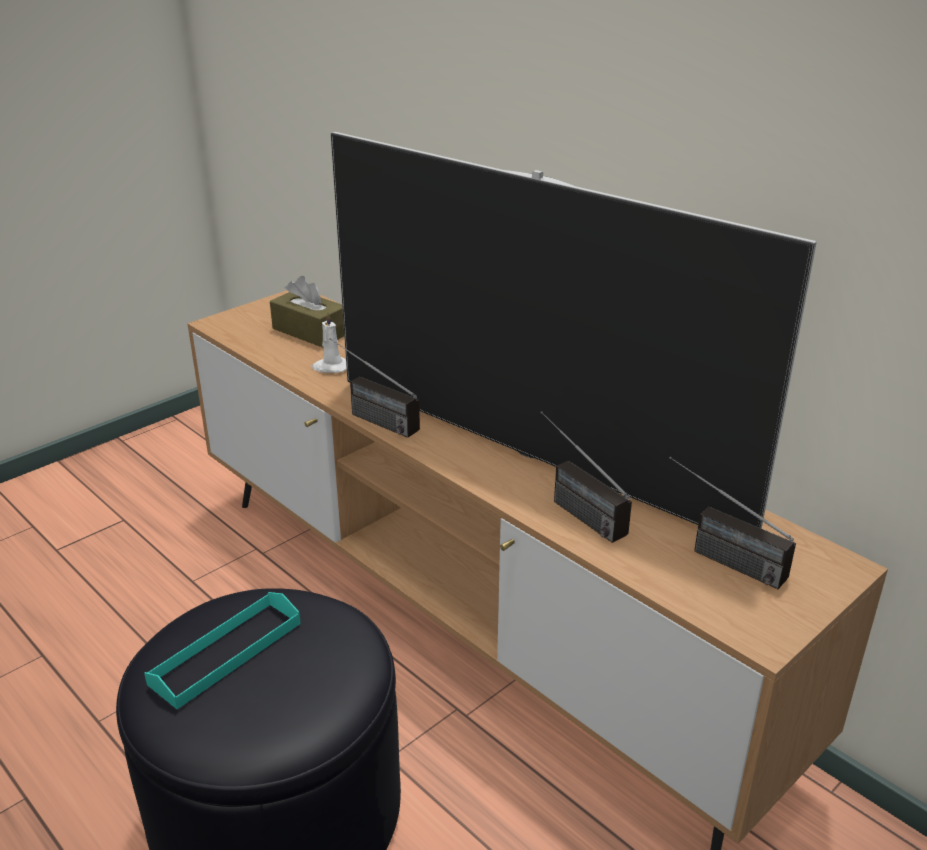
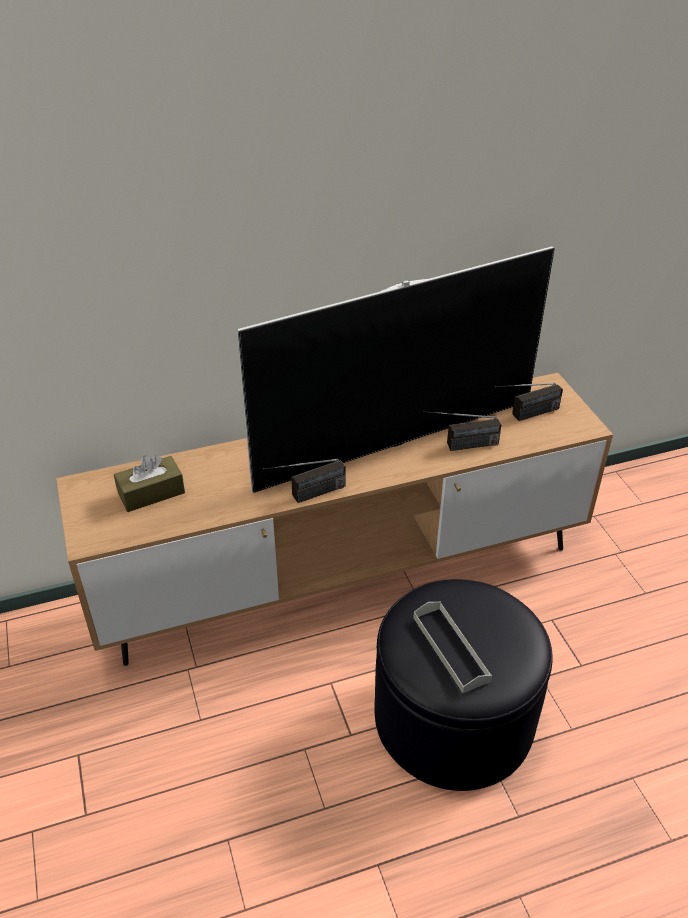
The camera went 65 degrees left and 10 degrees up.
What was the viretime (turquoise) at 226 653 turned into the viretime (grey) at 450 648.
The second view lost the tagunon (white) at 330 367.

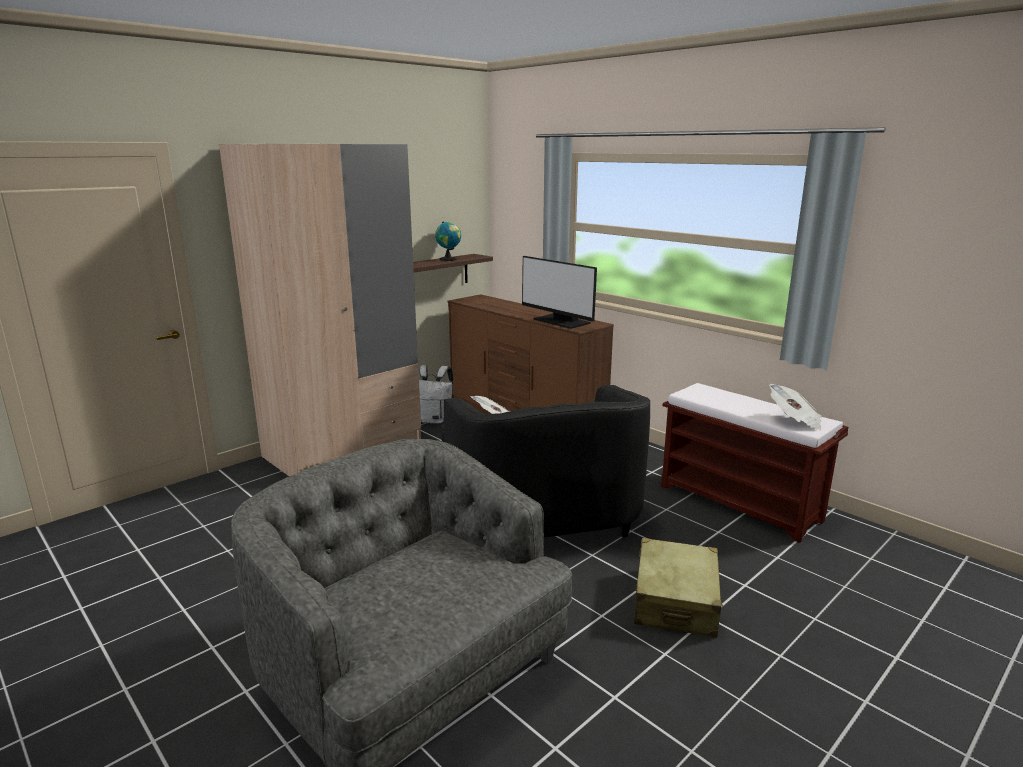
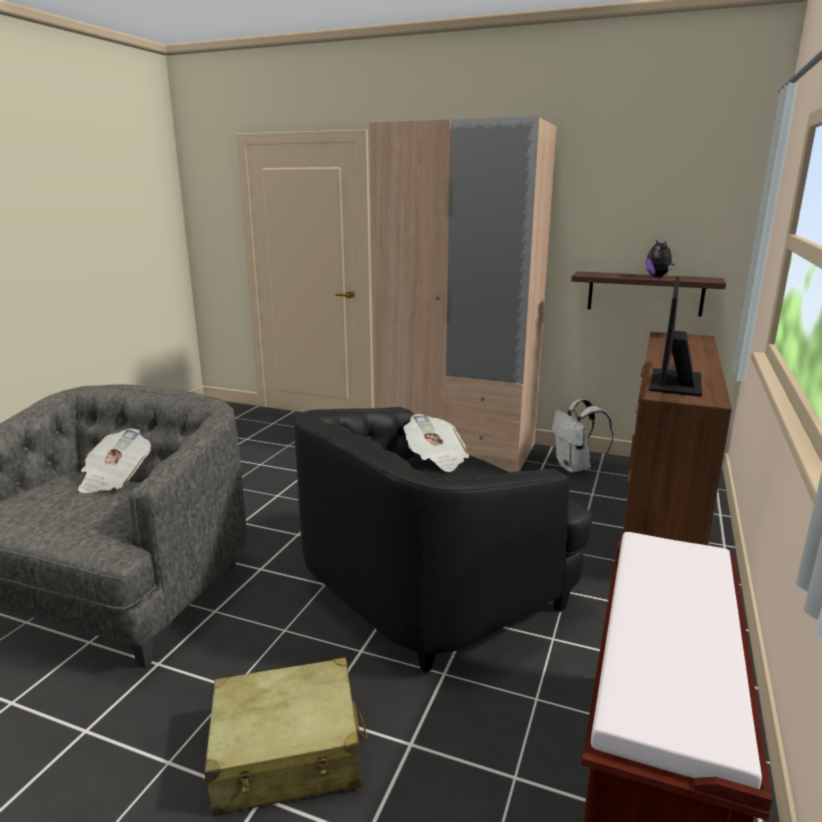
The camera went 65 degrees right and 0 degrees up.
Where the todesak stood at 449 259, the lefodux came to stand at 658 277.
The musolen ended up elsewhere, having gone from 794 421 to 115 479.

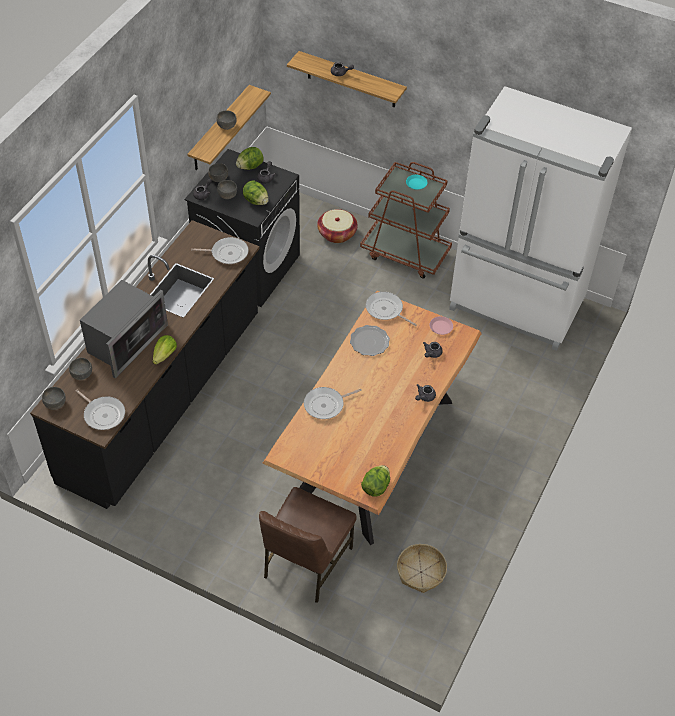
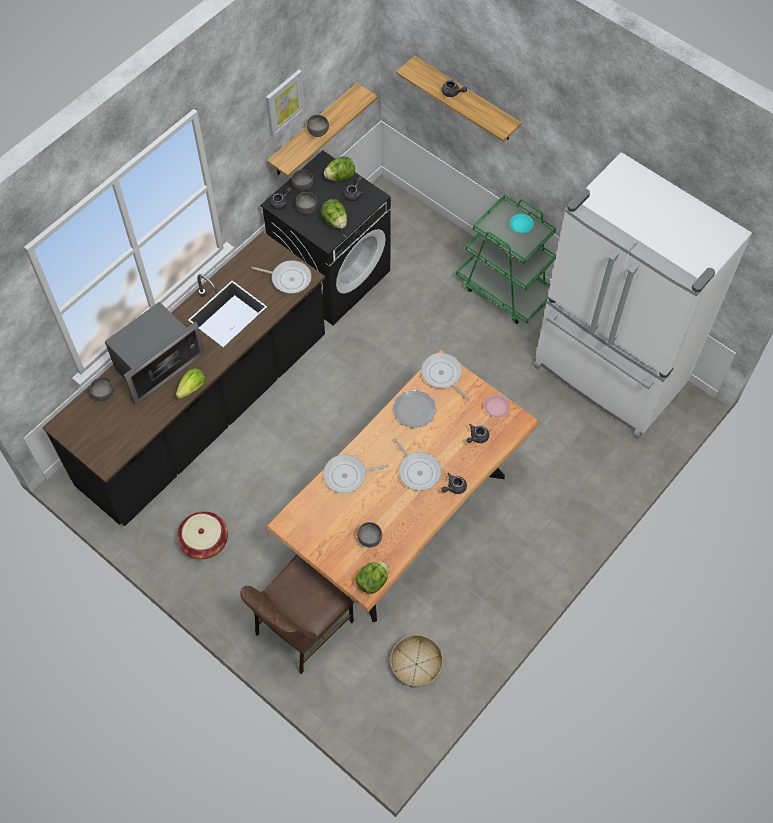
The camera went 15 degrees right and 10 degrees up.
The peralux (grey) ended up elsewhere, having gone from 55 403 to 369 538.
The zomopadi ended up elsewhere, having gone from 103 414 to 418 470.
The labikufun ended up elsewhere, having gone from 337 234 to 204 541.
What was the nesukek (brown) at 405 253 turned into the nesukek (green) at 505 289.
The second view gained the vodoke at 284 102.

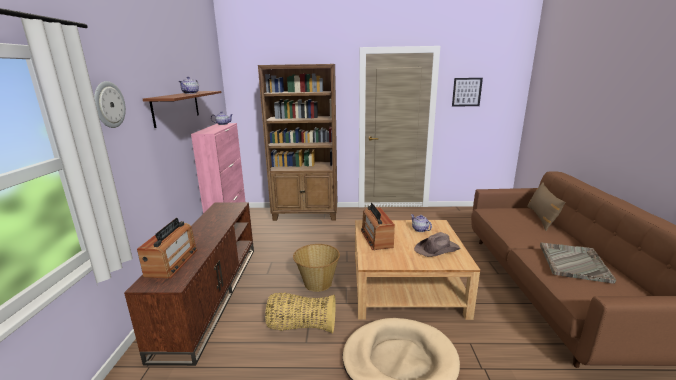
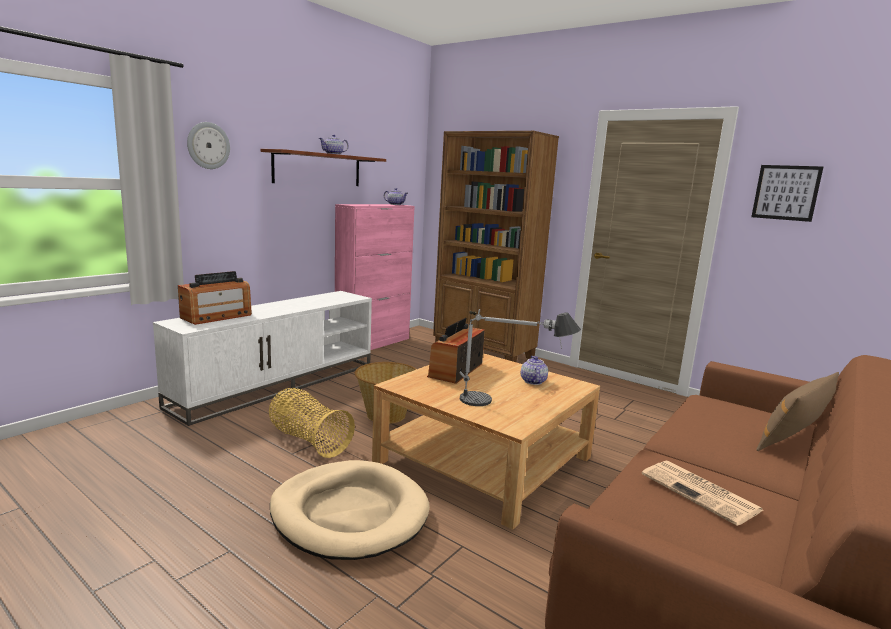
The camera went 35 degrees right and 5 degrees down.
What was the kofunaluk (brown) at 211 294 turned into the kofunaluk (white) at 278 384.
Where the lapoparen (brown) stood at 437 249, the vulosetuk came to stand at 509 404.
Where the viretime (grey) stood at 573 262, the musolen came to stand at 701 493.

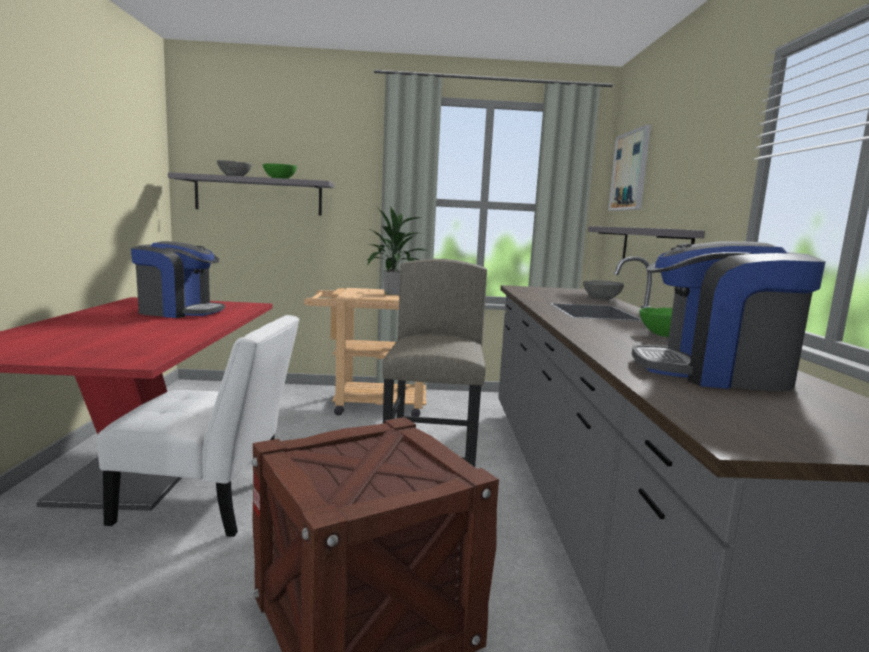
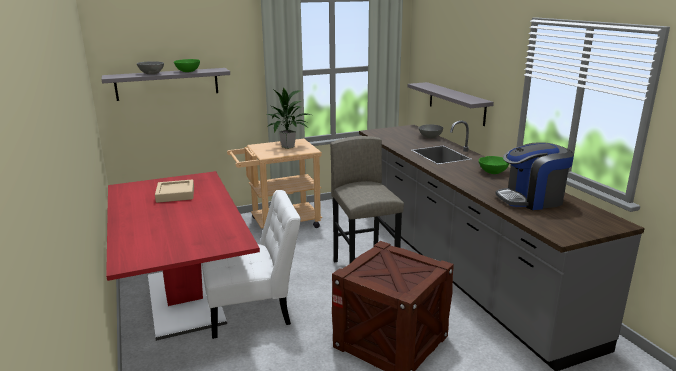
The camera went 20 degrees left and 10 degrees up.
Where the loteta stood at 179 312, the viretime (beige) came to stand at 175 194.
The second view lost the vodoke at 630 171.

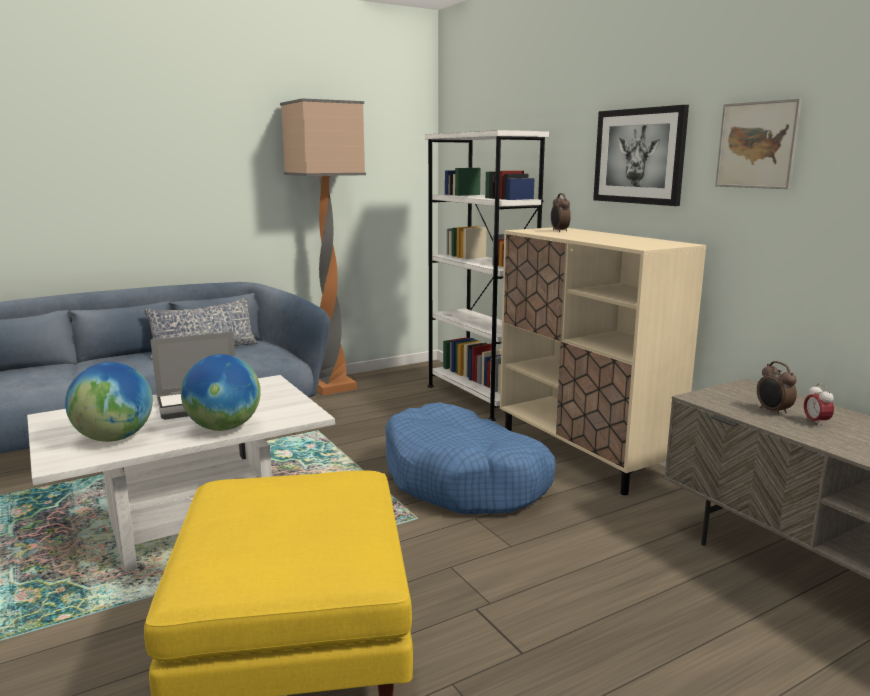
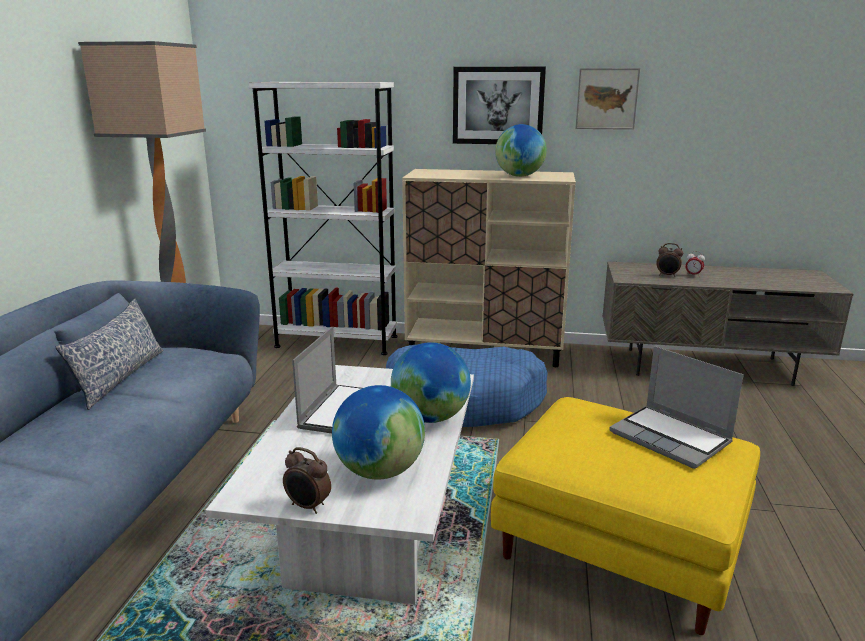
The camera went 50 degrees left and 5 degrees up.
The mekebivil ended up elsewhere, having gone from 559 231 to 308 506.
The second view gained the todesak at 520 176.
The second view gained the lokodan at 672 438.

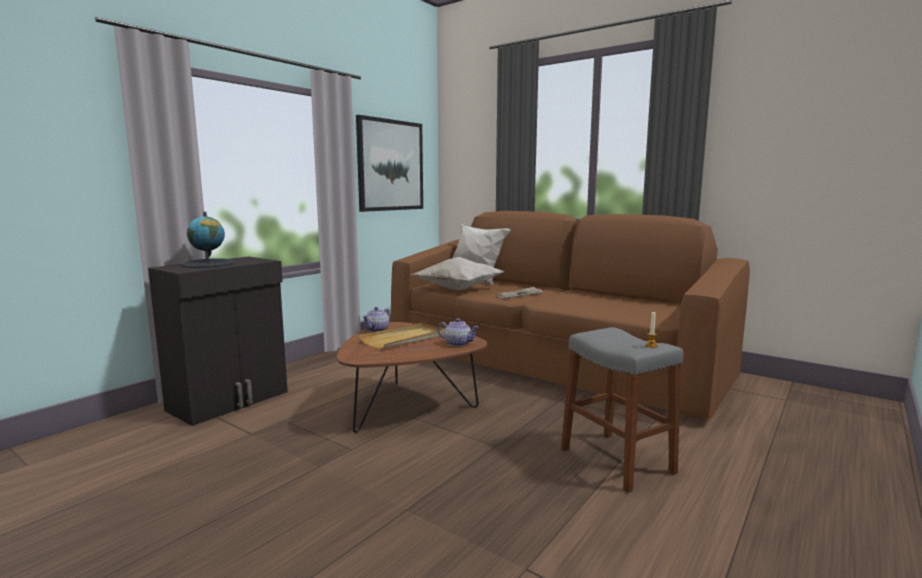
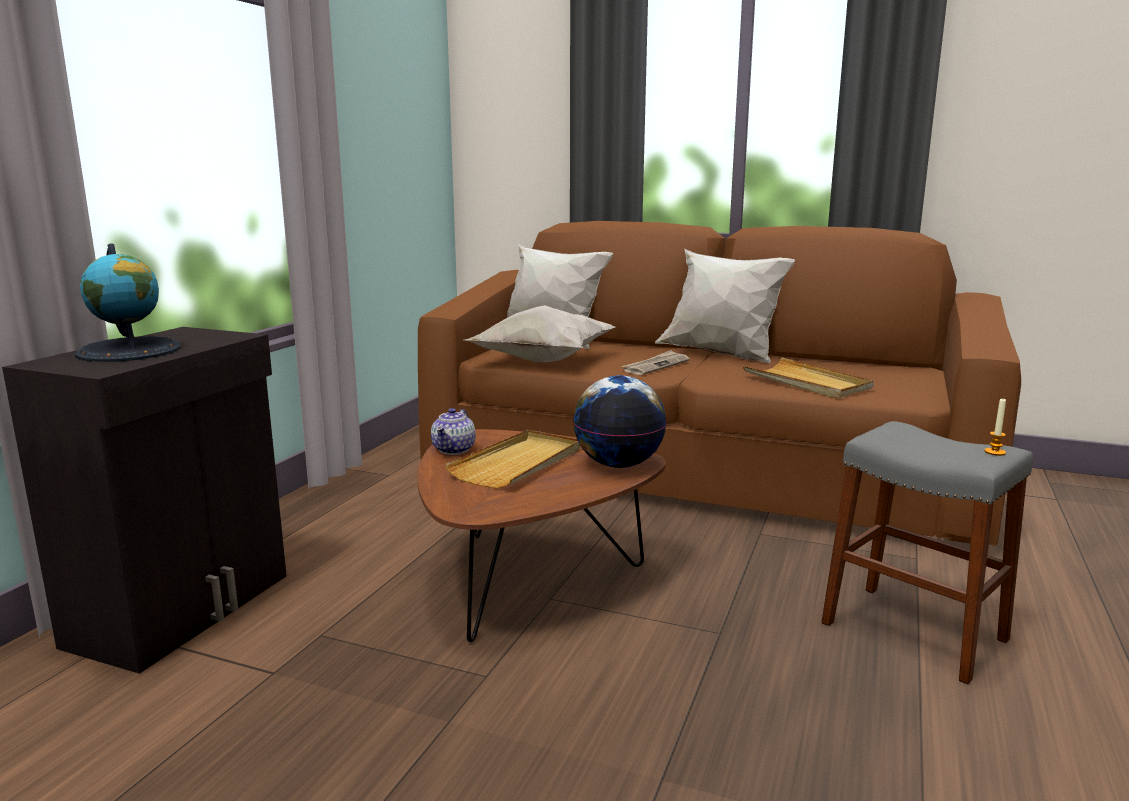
The camera went 15 degrees left and 5 degrees up.
The second view lost the vodoke at 390 165.
Where the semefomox stood at 457 343, the todesak came to stand at 618 464.
The second view gained the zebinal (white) at 722 355.
The second view gained the viretime (beige) at 807 382.

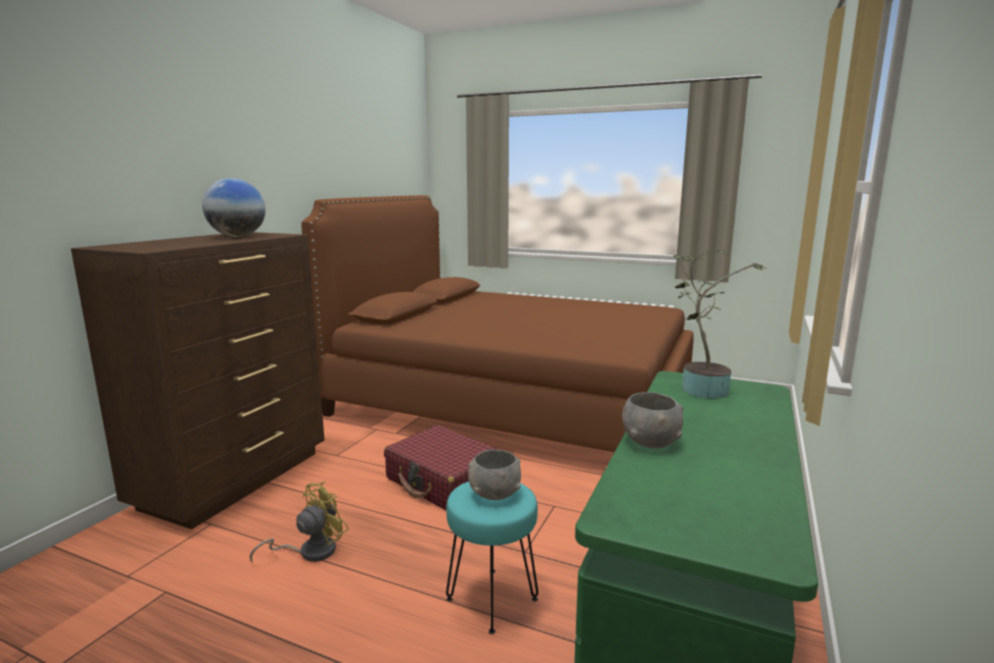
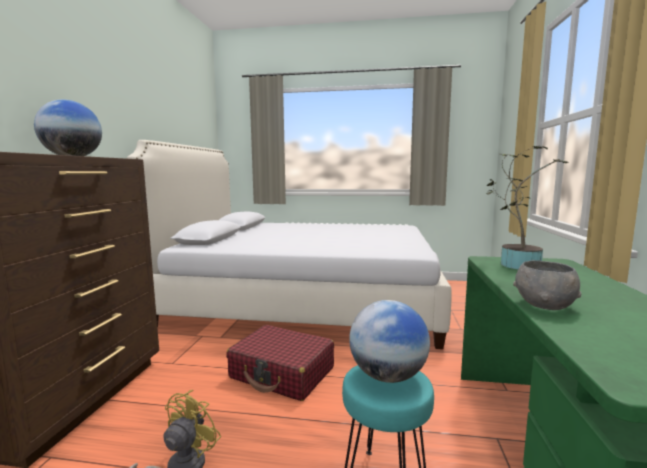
The camera went 15 degrees left and 5 degrees down.
What was the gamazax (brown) at 513 401 turned into the gamazax (white) at 305 302.
Where the peralux (grey) stood at 494 493, the todesak came to stand at 387 376.

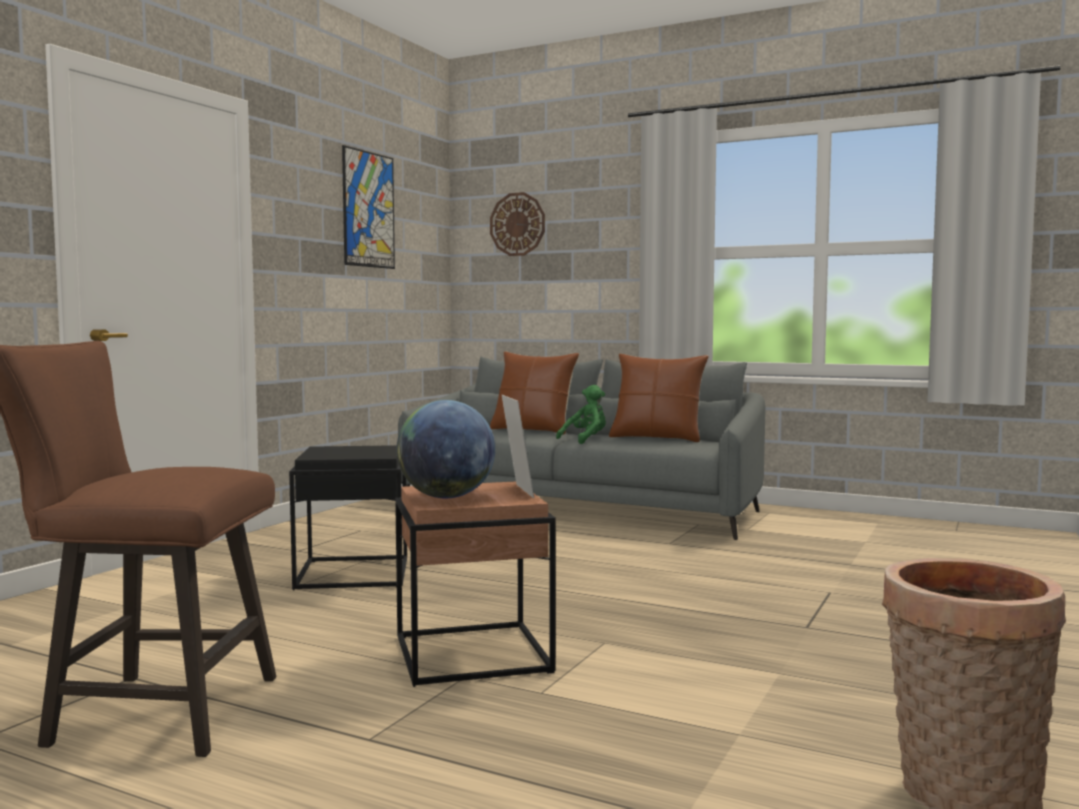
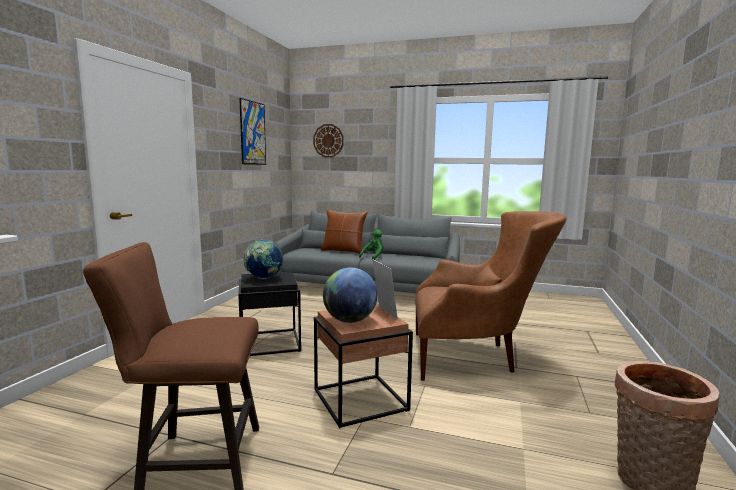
The camera went 10 degrees left and 5 degrees up.
The second view lost the zebinal (brown) at 657 438.
The second view gained the todesak at 263 278.
The second view gained the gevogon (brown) at 476 356.

